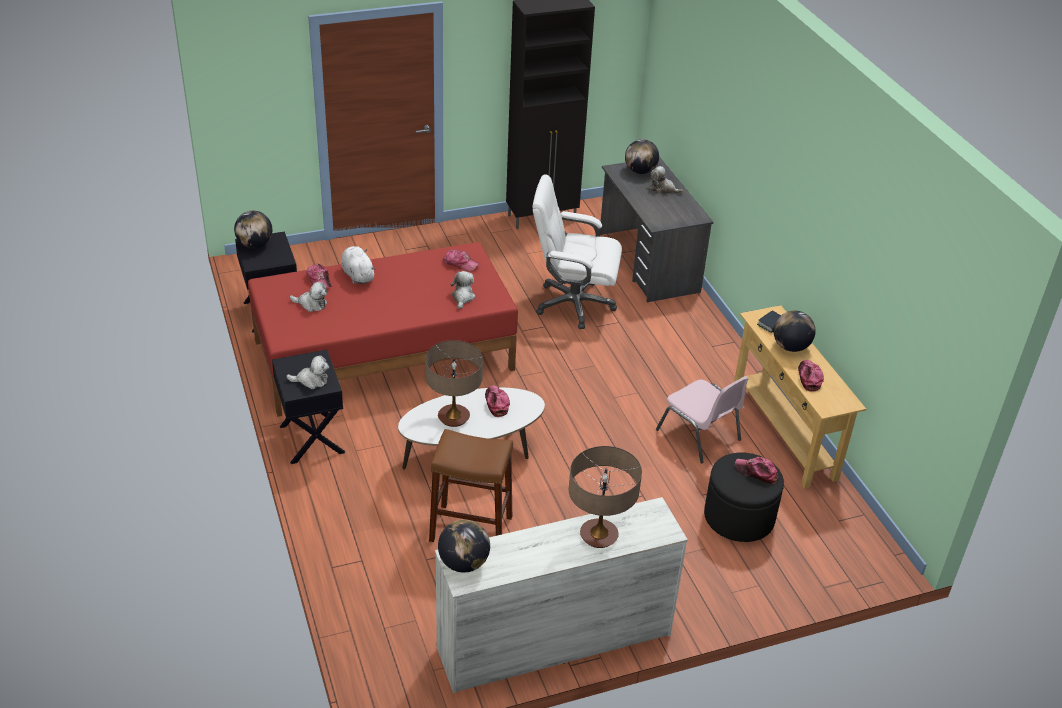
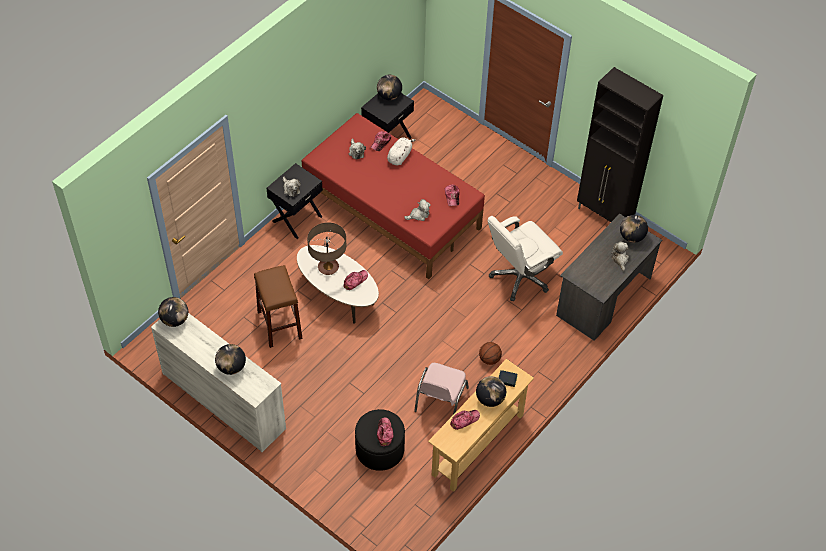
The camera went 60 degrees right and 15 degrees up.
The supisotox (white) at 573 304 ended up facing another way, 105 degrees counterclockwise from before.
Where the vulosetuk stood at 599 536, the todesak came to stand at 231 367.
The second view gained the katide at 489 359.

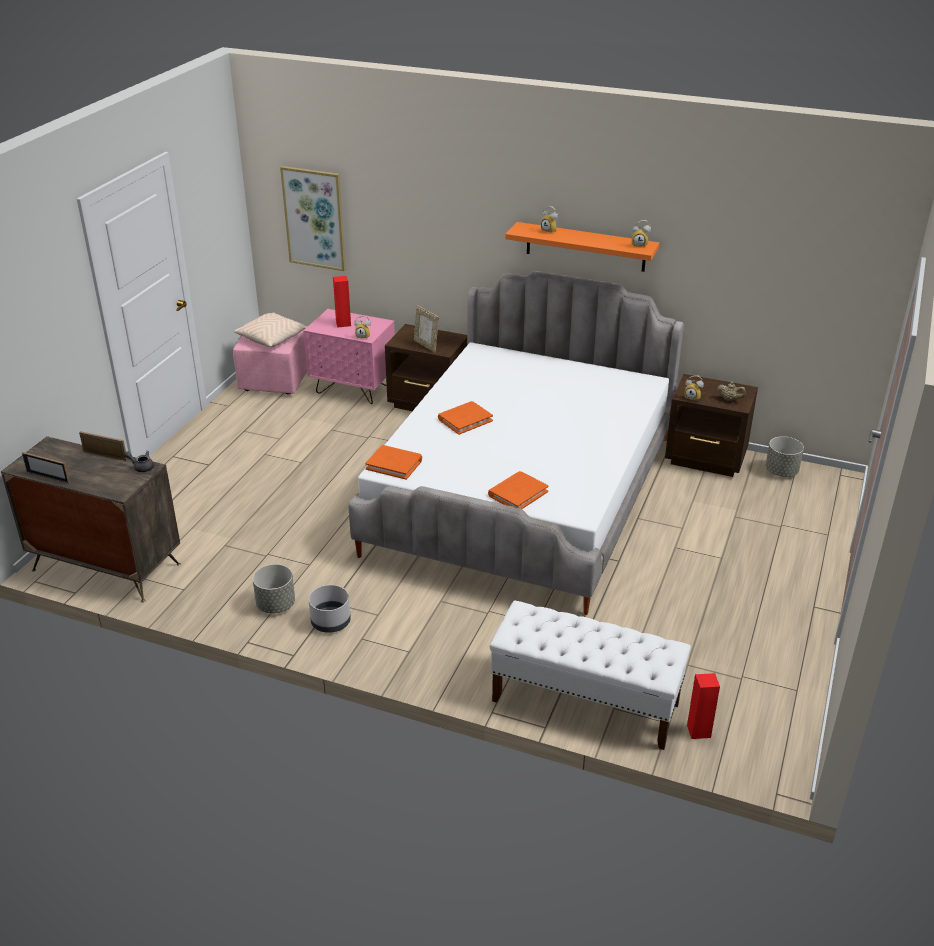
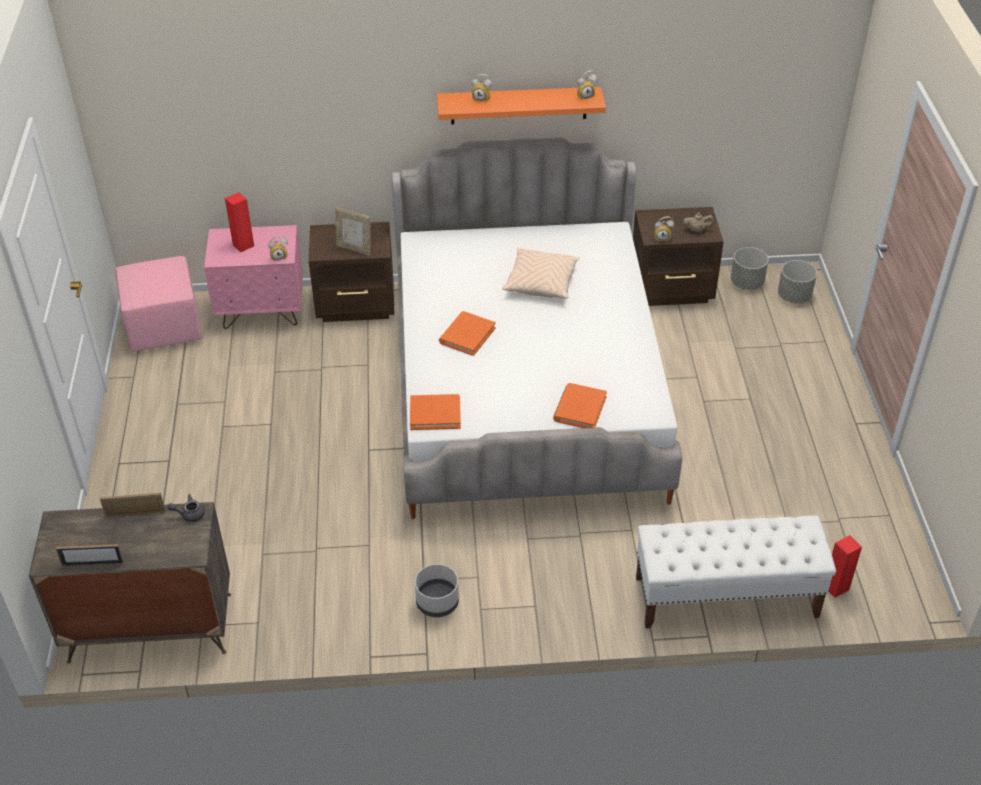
The camera went 25 degrees left and 10 degrees up.
The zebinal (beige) ended up elsewhere, having gone from 272 338 to 541 282.
The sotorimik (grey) ended up elsewhere, having gone from 276 605 to 794 296.
The second view lost the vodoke at 314 218.

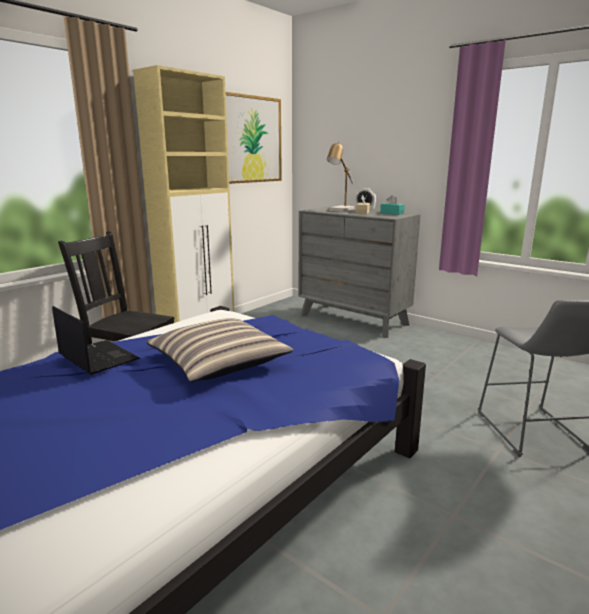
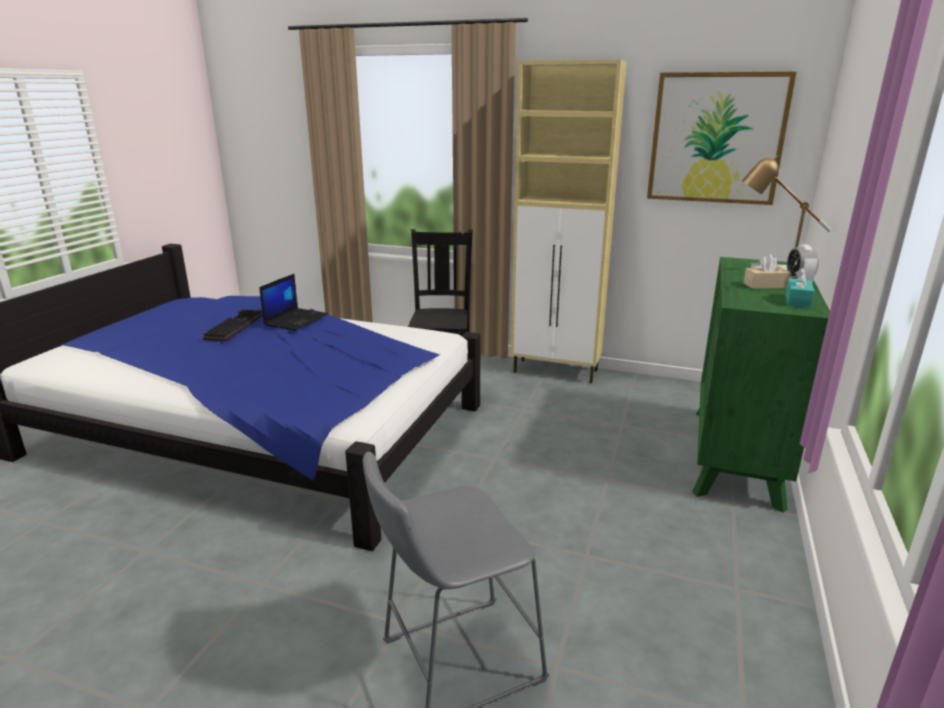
The camera went 70 degrees right and 5 degrees up.
The second view lost the zebinal at 218 362.
What was the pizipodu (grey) at 353 320 turned into the pizipodu (green) at 736 456.
The second view gained the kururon at 234 326.

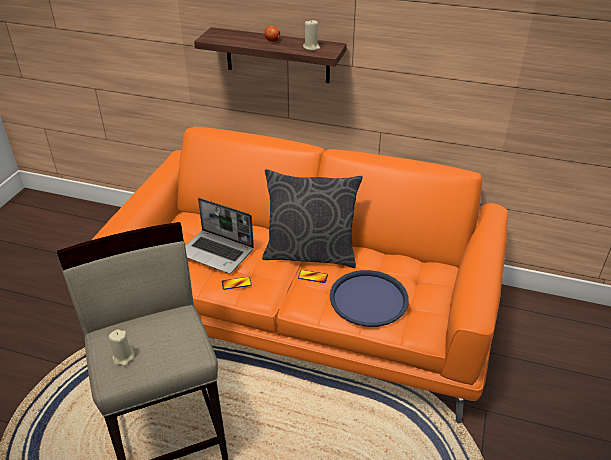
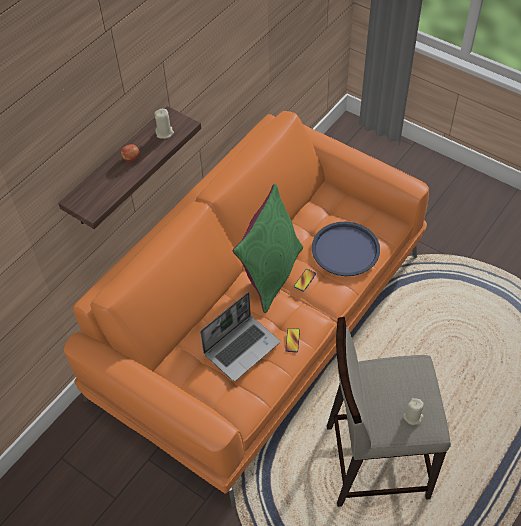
The camera went 70 degrees left and 15 degrees up.
What was the zebinal (grey) at 310 253 turned into the zebinal (green) at 270 274.

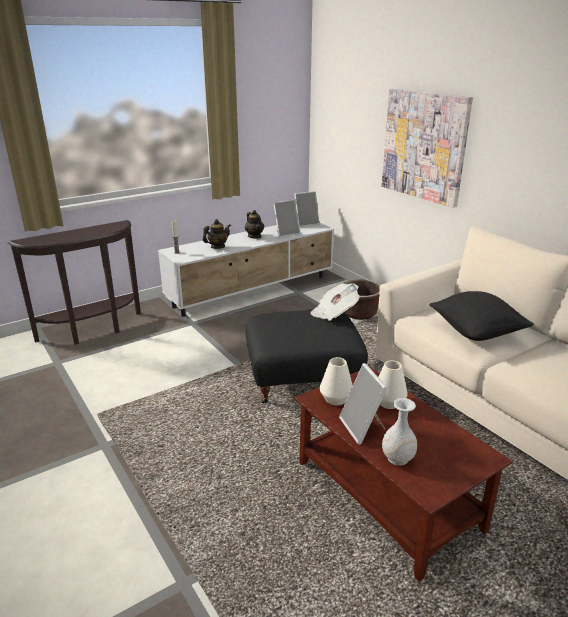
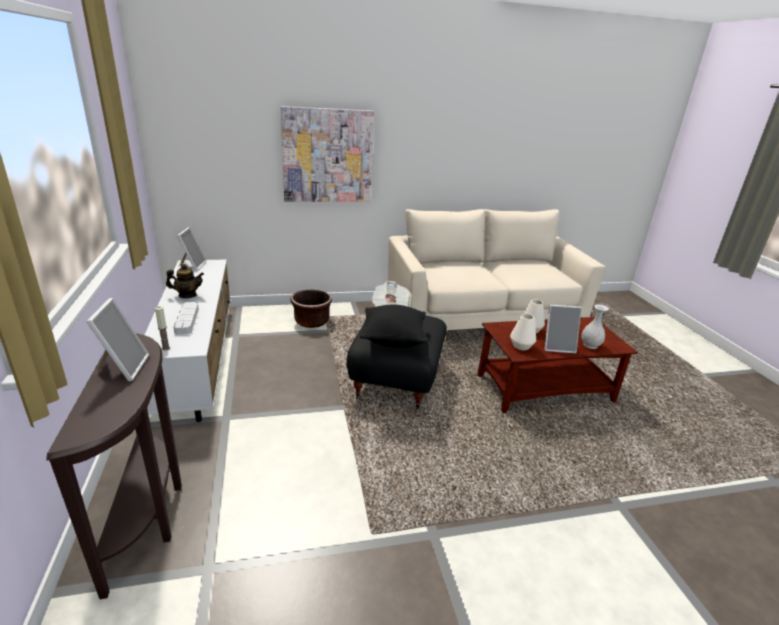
The camera went 70 degrees left and 0 degrees up.
Where the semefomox stood at 217 247, the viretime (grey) came to stand at 187 320.
The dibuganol ended up elsewhere, having gone from 286 233 to 123 367.
The zebinal (black) ended up elsewhere, having gone from 476 332 to 393 340.

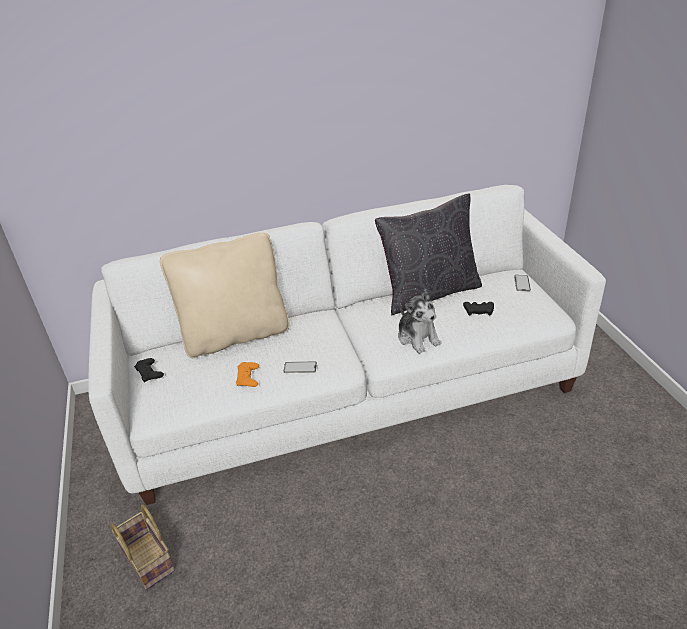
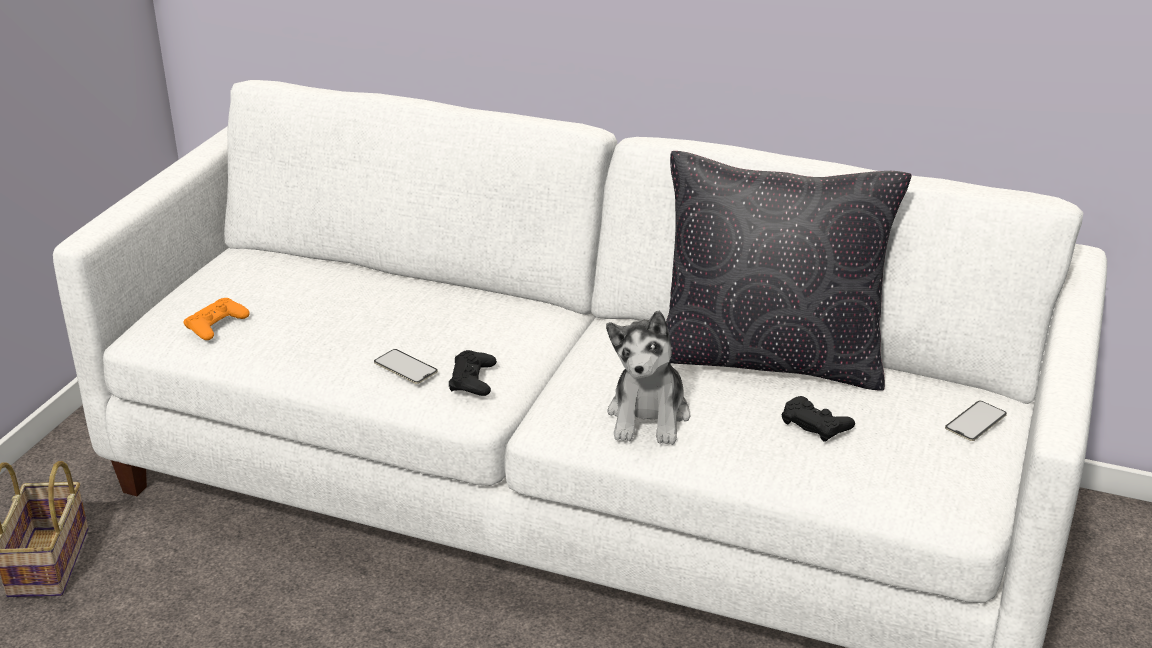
The camera went 35 degrees right and 5 degrees down.
The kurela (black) ended up elsewhere, having gone from 149 372 to 473 379.
The second view lost the zebinal (beige) at 235 335.
The kurela (orange) ended up elsewhere, having gone from 248 377 to 216 325.

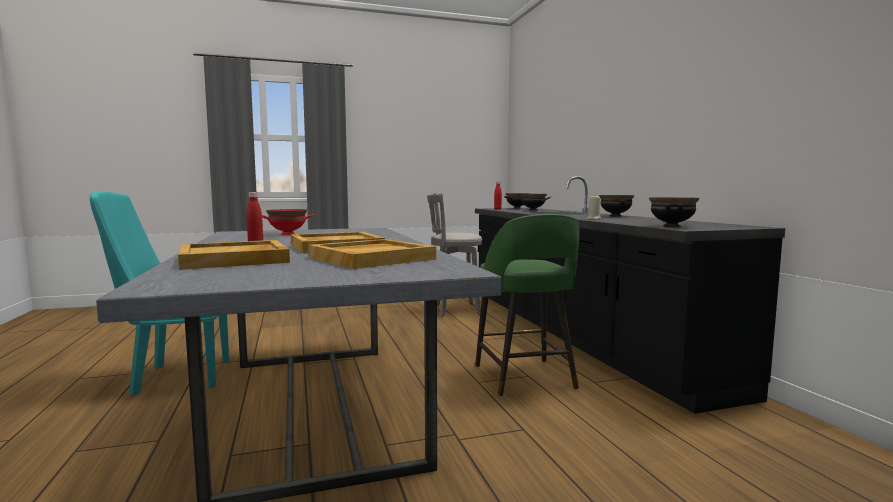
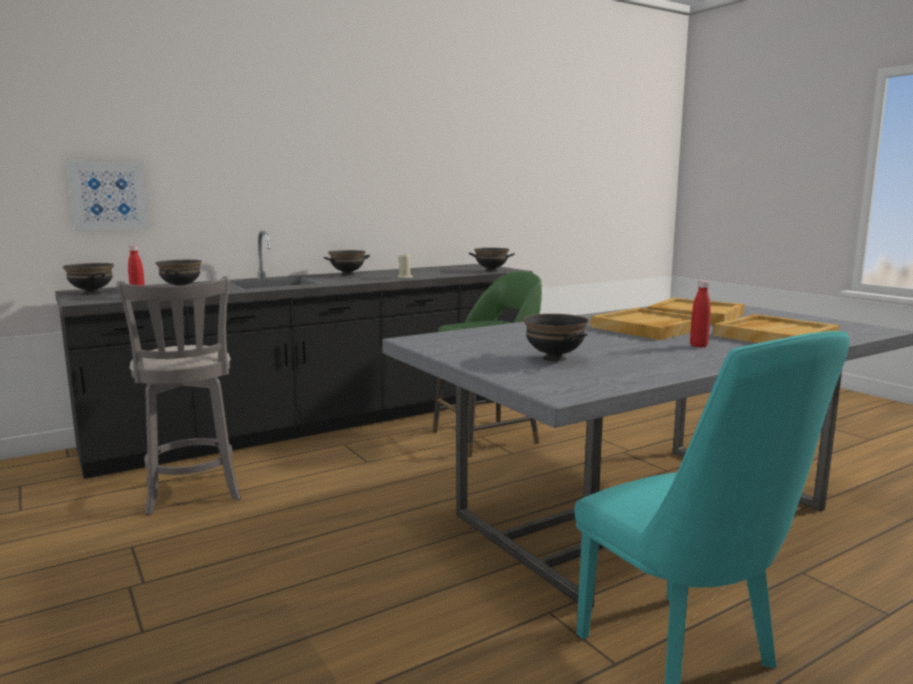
The camera went 105 degrees left and 5 degrees up.
What was the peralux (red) at 288 234 turned into the peralux (black) at 553 358.
The second view gained the vodoke at 108 196.

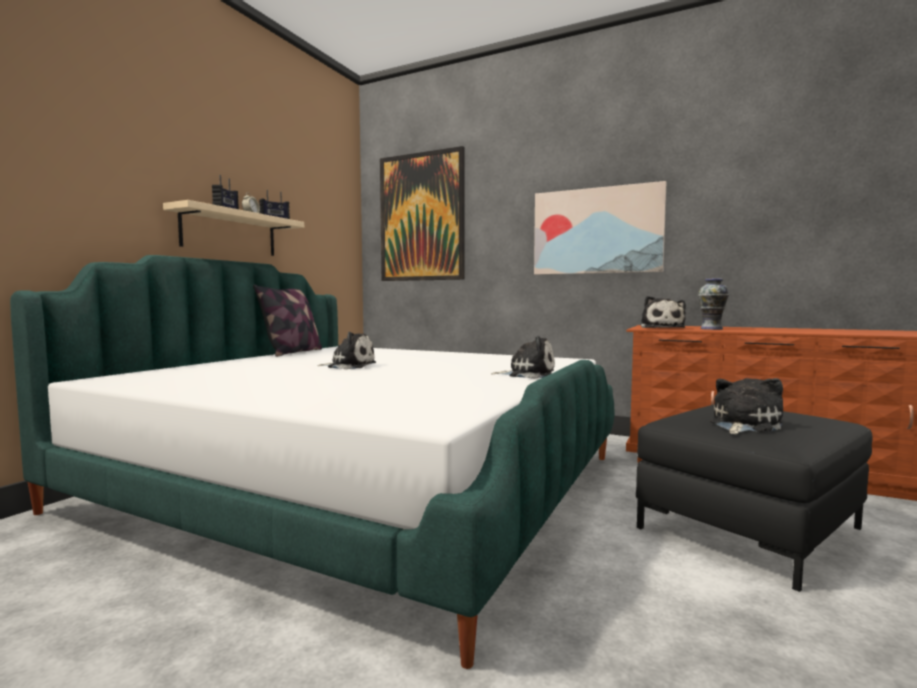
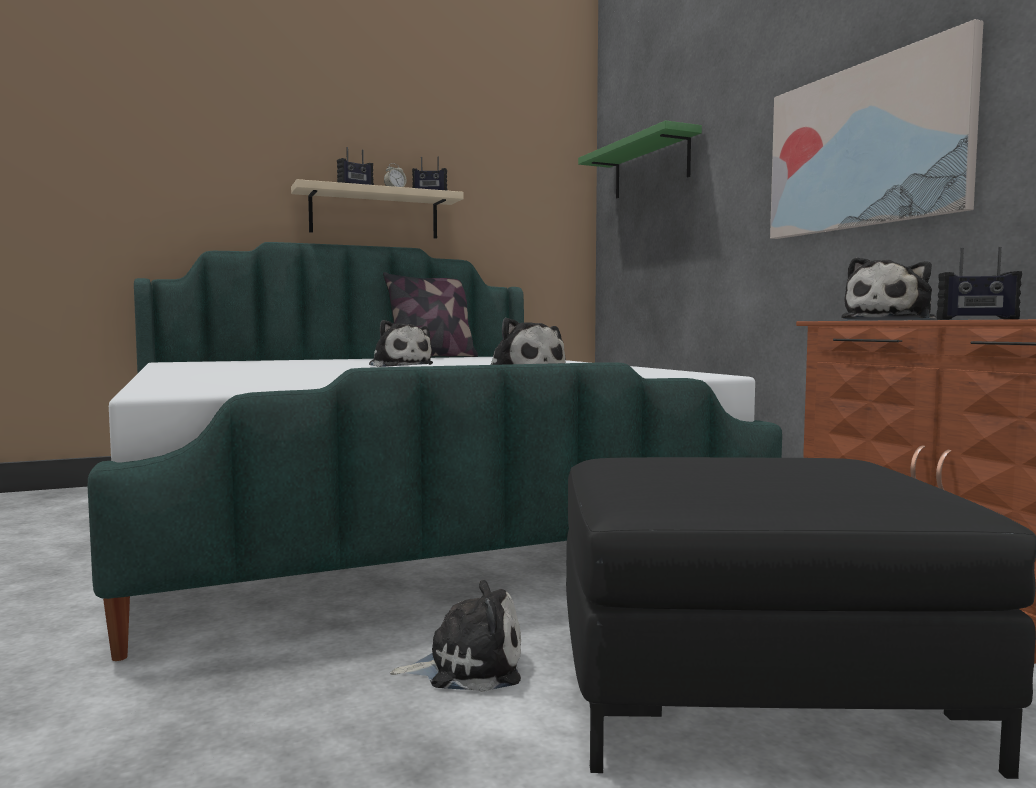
The camera went 40 degrees right and 0 degrees up.
Where the vodoke hung at 421 217, the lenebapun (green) came to hang at 651 166.
Where the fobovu stood at 711 329, the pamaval came to stand at 977 319.
The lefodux ended up elsewhere, having gone from 742 425 to 468 667.

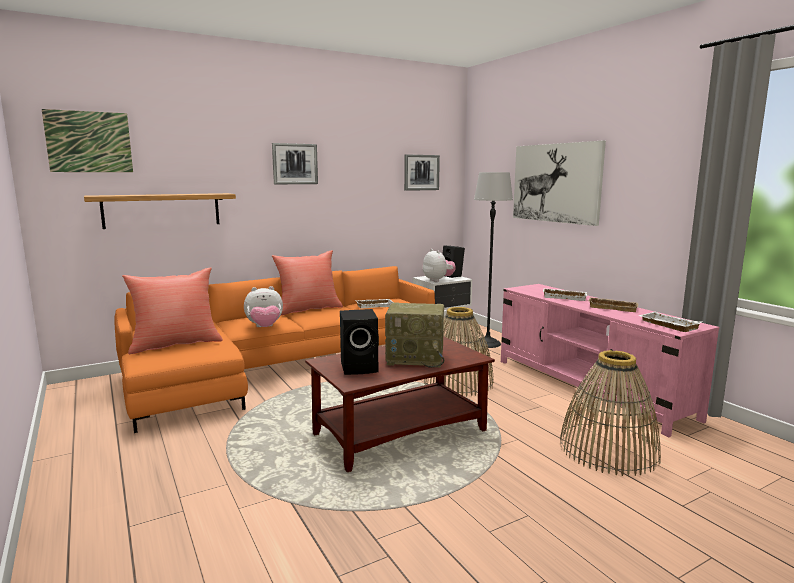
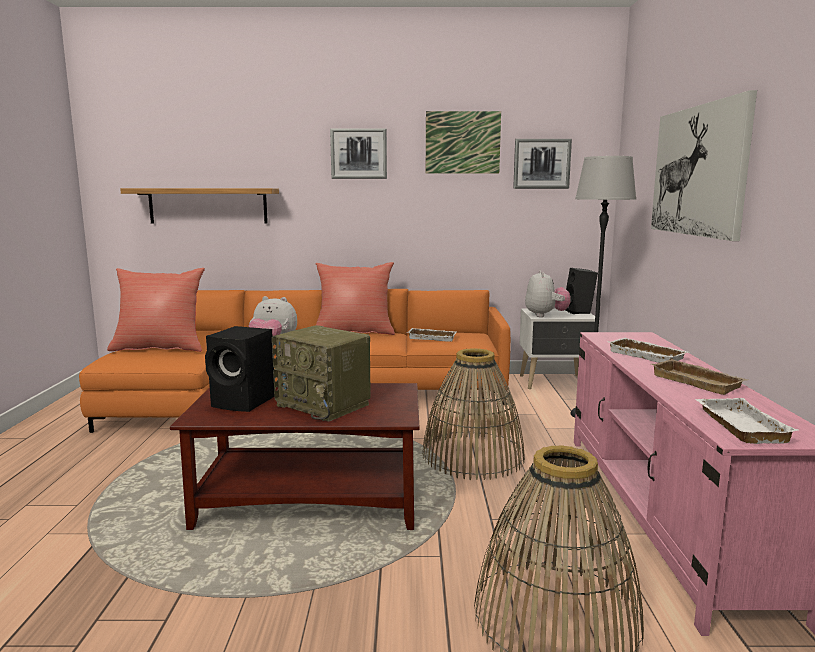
The camera went 30 degrees right and 0 degrees up.
The vodoke ended up elsewhere, having gone from 89 142 to 462 142.

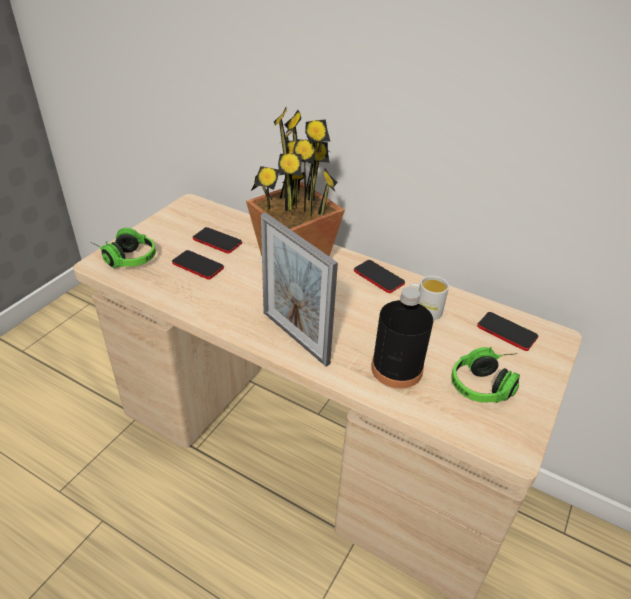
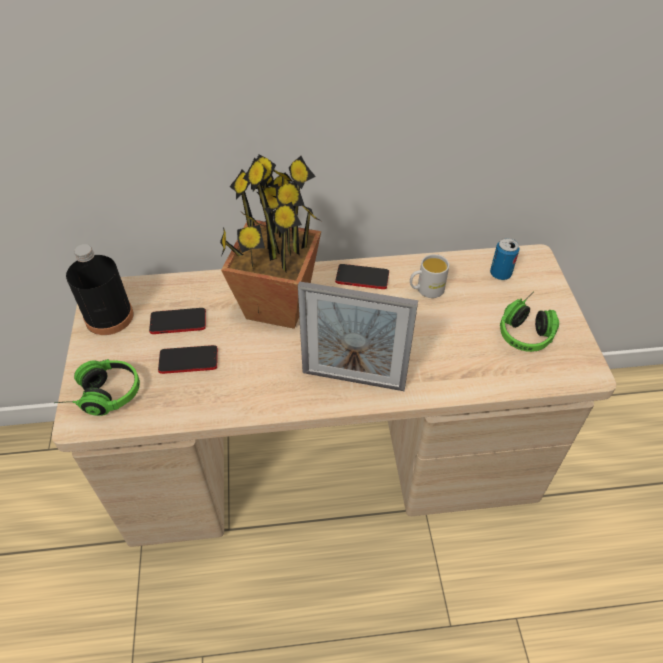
The camera went 35 degrees left and 10 degrees up.
The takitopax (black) ended up elsewhere, having gone from 396 368 to 109 317.
Where the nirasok stood at 506 332, the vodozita came to stand at 500 274.

